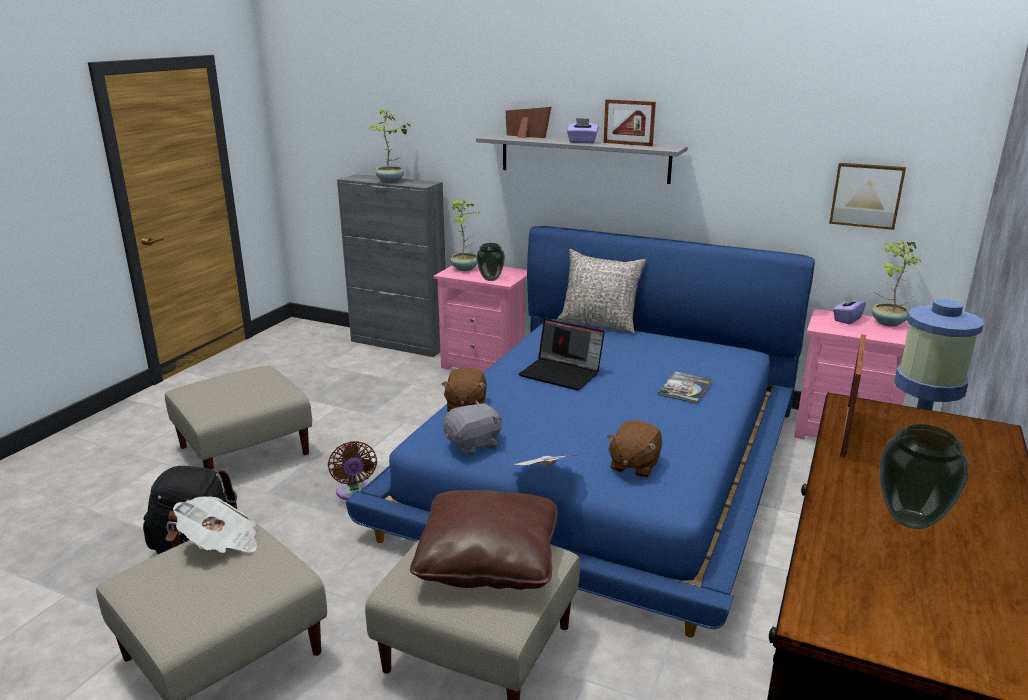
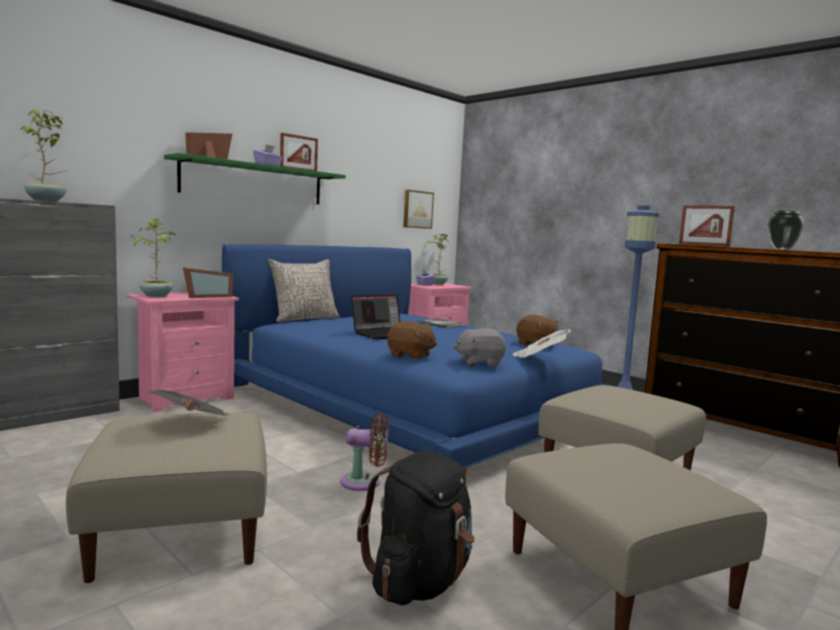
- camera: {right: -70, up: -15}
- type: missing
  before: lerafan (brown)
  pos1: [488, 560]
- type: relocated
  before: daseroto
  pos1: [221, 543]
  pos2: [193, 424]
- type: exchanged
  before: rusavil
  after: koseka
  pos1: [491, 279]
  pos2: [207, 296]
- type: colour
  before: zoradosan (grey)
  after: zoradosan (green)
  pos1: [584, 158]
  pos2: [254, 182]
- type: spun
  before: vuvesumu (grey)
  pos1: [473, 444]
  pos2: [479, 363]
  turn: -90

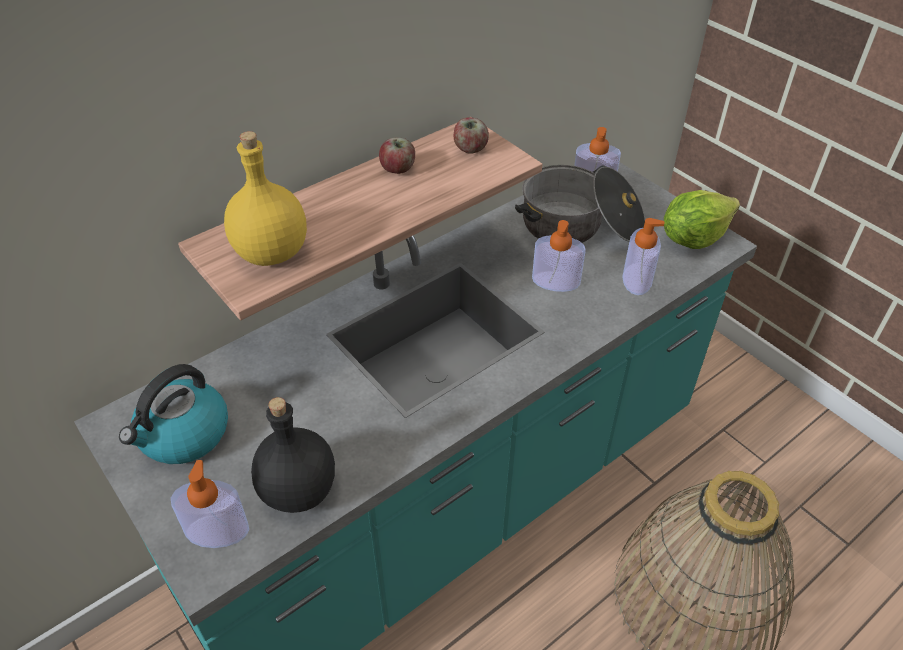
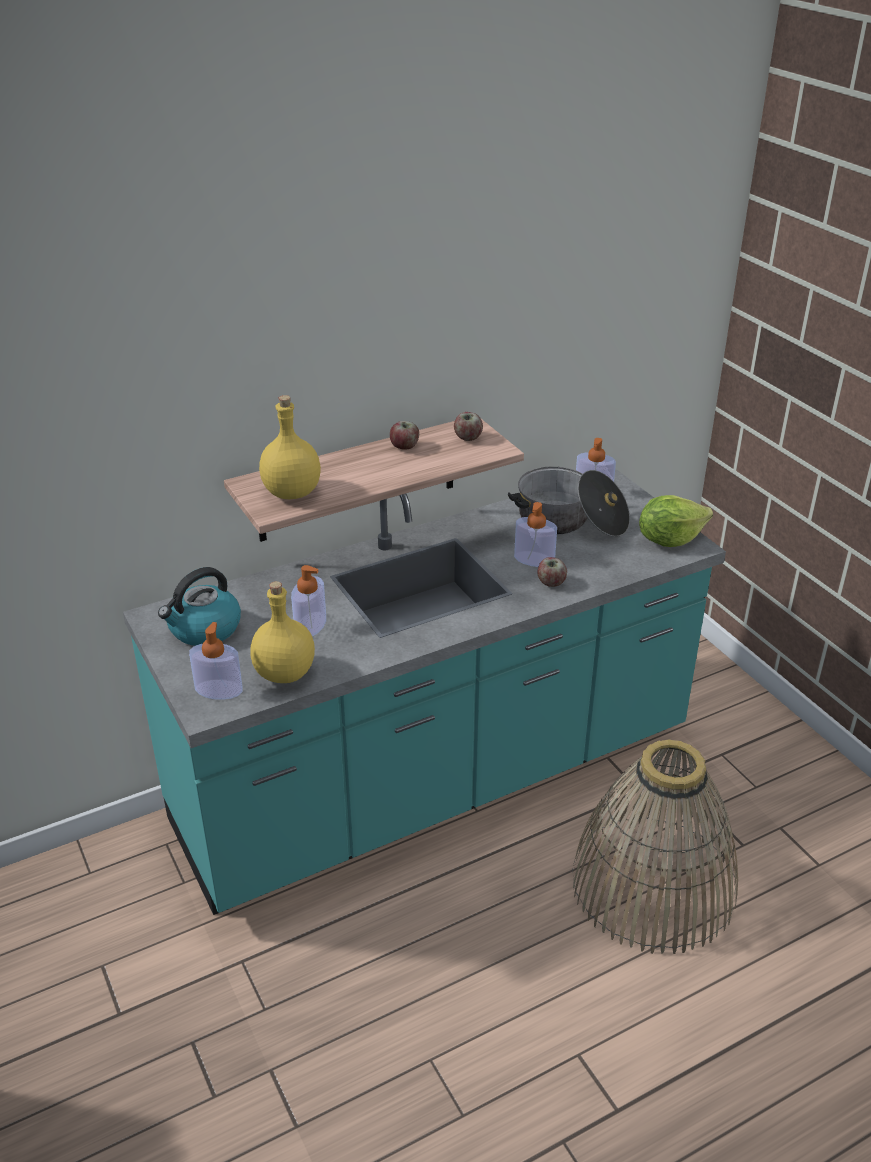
- camera: {right: 10, up: -10}
- type: appeared
  after: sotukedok
  pos2: [551, 583]
- type: relocated
  before: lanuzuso
  pos1: [637, 279]
  pos2: [310, 625]
- type: colour
  before: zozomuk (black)
  after: zozomuk (yellow)
  pos1: [297, 490]
  pos2: [284, 673]

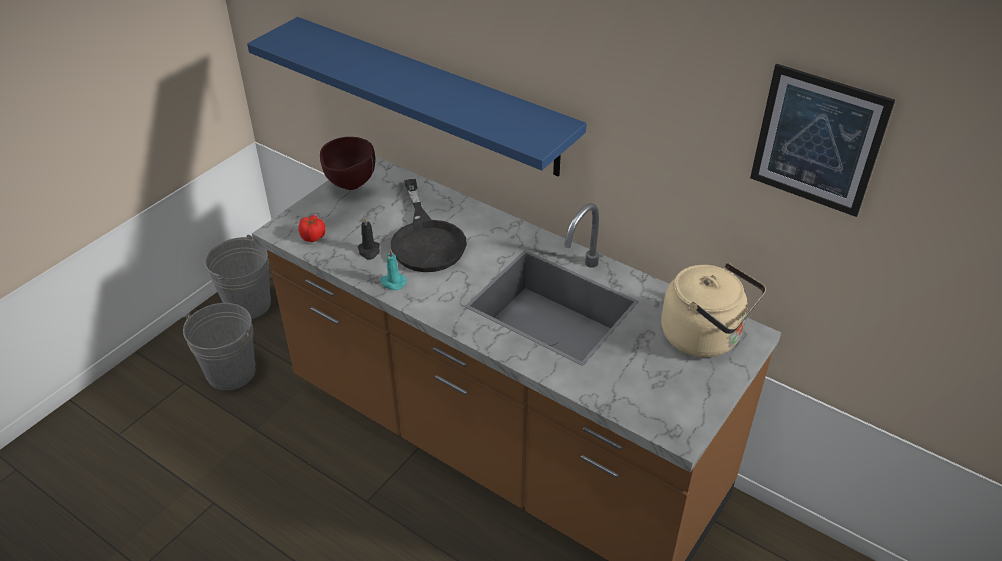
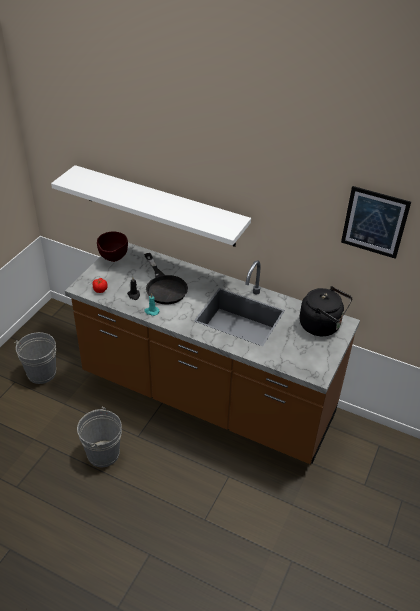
- camera: {right: -10, up: 0}
- type: relocated
  before: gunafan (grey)
  pos1: [248, 304]
  pos2: [103, 453]
- type: colour
  before: zoradosan (blue)
  after: zoradosan (white)
  pos1: [431, 95]
  pos2: [159, 206]
- type: colour
  before: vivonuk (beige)
  after: vivonuk (black)
  pos1: [705, 337]
  pos2: [322, 326]

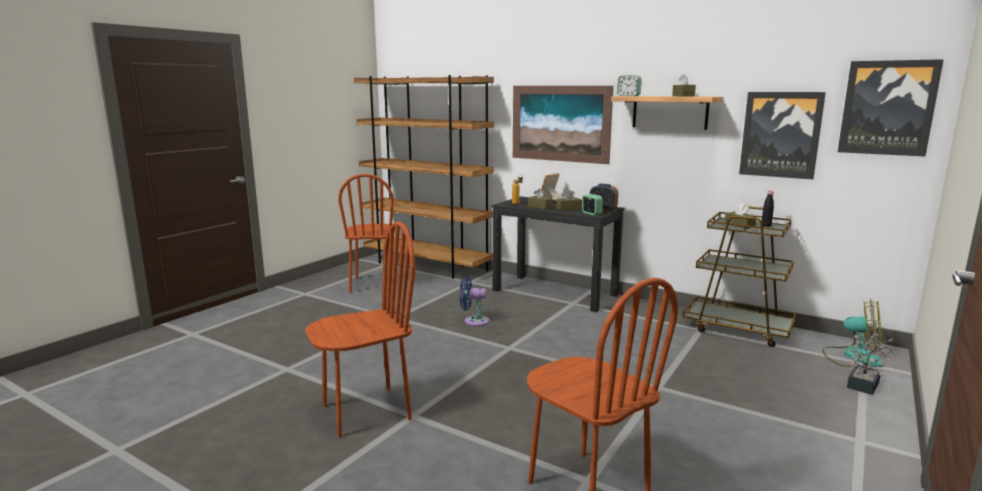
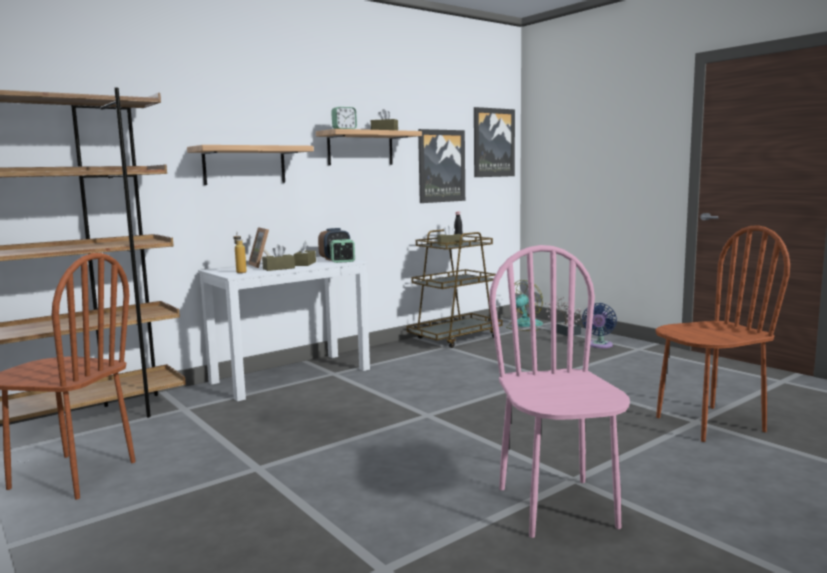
- camera: {right: -70, up: -5}
- type: relocated
  before: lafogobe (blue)
  pos1: [474, 321]
  pos2: [599, 345]
- type: exchanged
  before: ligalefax
  after: zoradosan
  pos1: [560, 123]
  pos2: [244, 165]
- type: colour
  before: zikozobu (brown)
  after: zikozobu (pink)
  pos1: [366, 412]
  pos2: [558, 507]
- type: colour
  before: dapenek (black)
  after: dapenek (white)
  pos1: [555, 292]
  pos2: [291, 375]

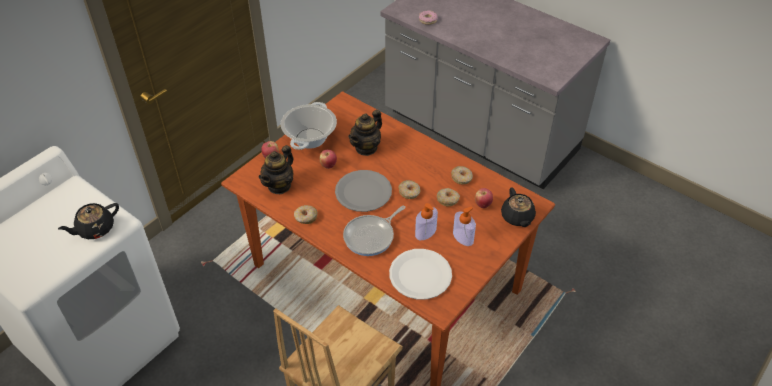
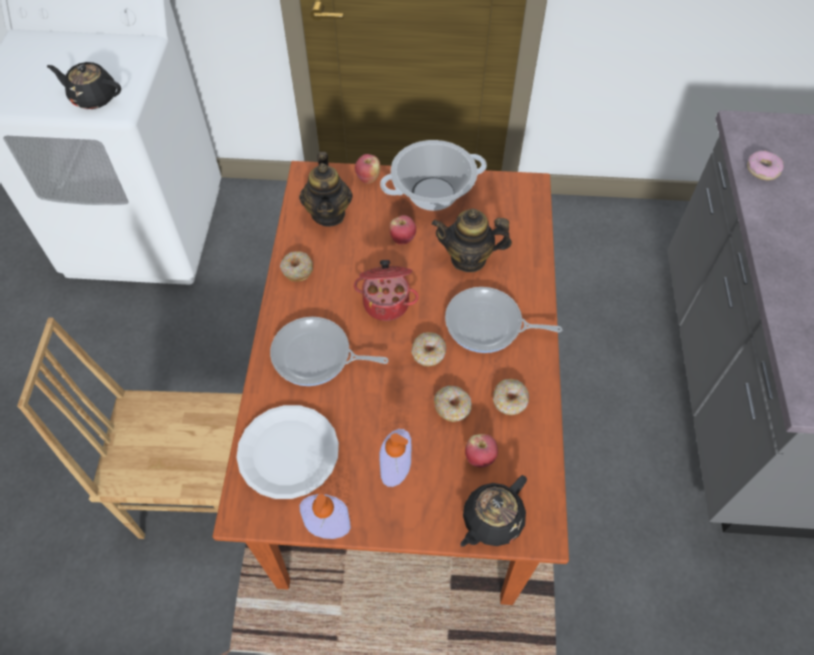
- camera: {right: 55, up: 10}
- type: appeared
  after: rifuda
  pos2: [488, 325]
- type: relocated
  before: lanuzuso
  pos1: [425, 232]
  pos2: [327, 524]
- type: exchanged
  before: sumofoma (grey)
  after: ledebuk
  pos1: [363, 192]
  pos2: [386, 302]
- type: spun
  before: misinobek
  pos1: [279, 185]
  pos2: [328, 213]
  turn: -90

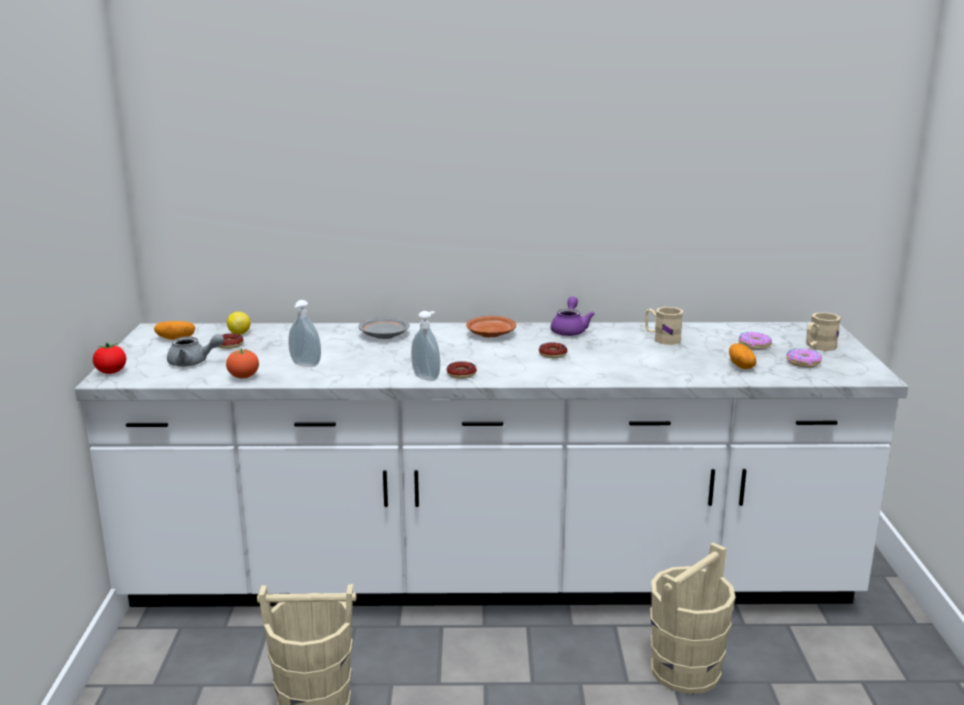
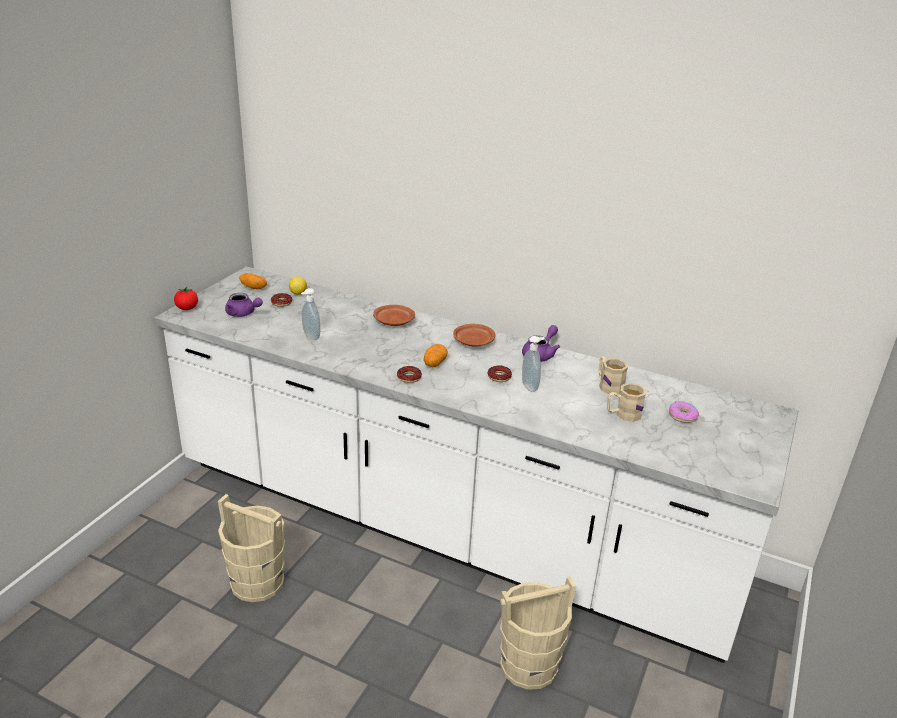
- camera: {right: 25, up: 10}
- type: missing
  before: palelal
  pos1: [243, 377]
- type: missing
  before: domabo
  pos1: [803, 363]
- type: relocated
  before: lanuzuso
  pos1: [427, 377]
  pos2: [531, 386]
- type: relocated
  before: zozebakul
  pos1: [741, 366]
  pos2: [434, 363]
- type: relocated
  before: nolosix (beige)
  pos1: [818, 347]
  pos2: [623, 414]
- type: colour
  before: misinobek (grey)
  after: misinobek (purple)
  pos1: [193, 363]
  pos2: [243, 314]
- type: colour
  before: sumofoma (grey)
  after: sumofoma (brown)
  pos1: [383, 335]
  pos2: [393, 321]

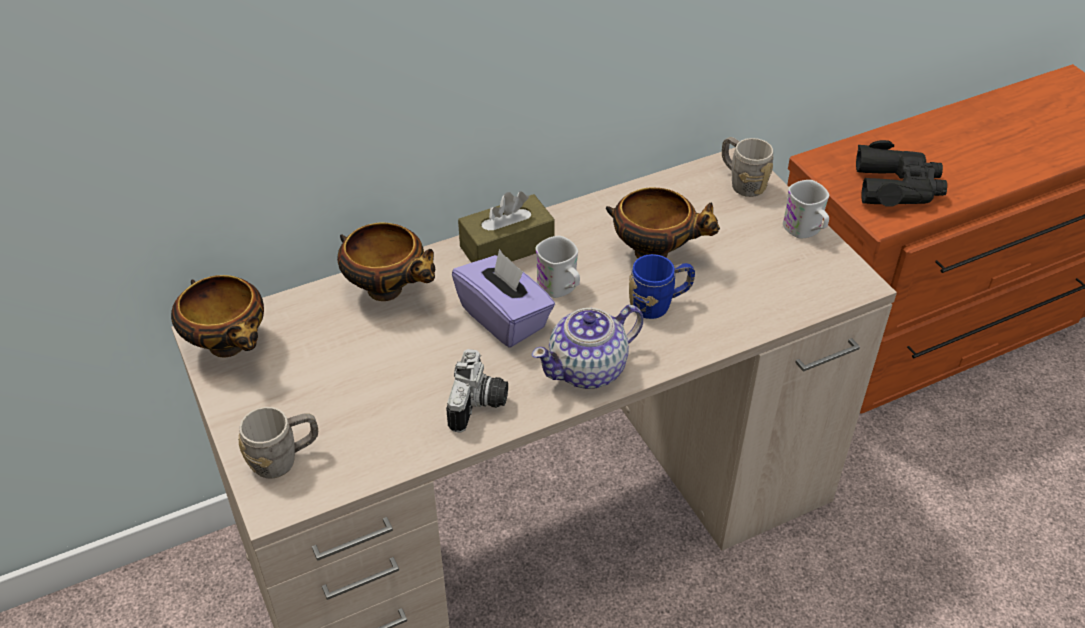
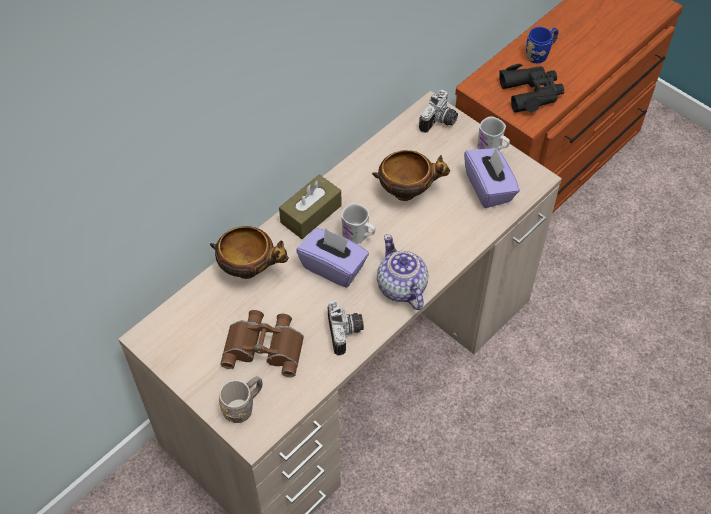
- camera: {right: -20, up: 10}
- type: missing
  before: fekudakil
  pos1: [230, 346]
- type: appeared
  after: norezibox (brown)
  pos2: [265, 346]
- type: appeared
  after: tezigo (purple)
  pos2: [489, 188]
- type: relocated
  before: nolosix (blue)
  pos1: [659, 304]
  pos2: [540, 54]
- type: exchanged
  before: nolosix (grey)
  after: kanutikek
  pos1: [742, 182]
  pos2: [440, 122]
- type: spun
  before: misinobek
  pos1: [589, 369]
  pos2: [401, 287]
  turn: 120

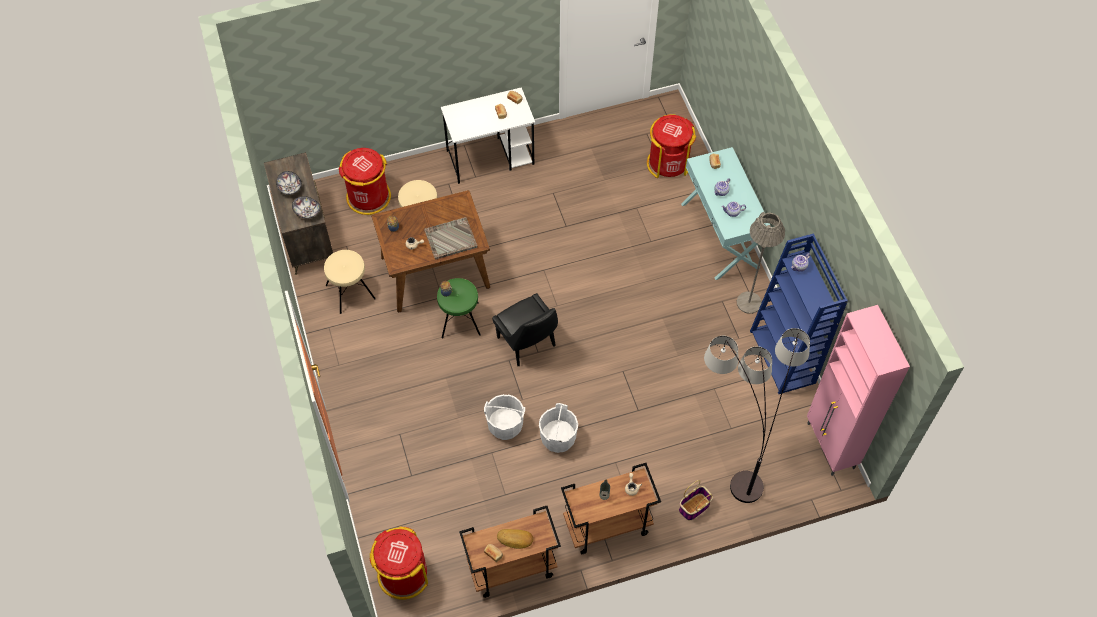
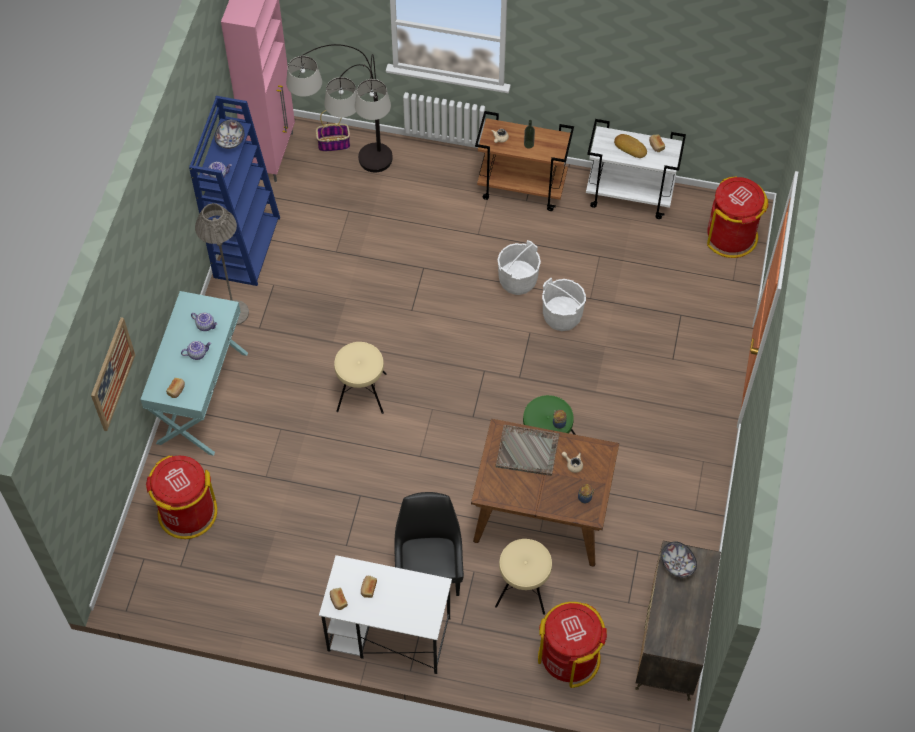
- camera: {right: -150, up: 0}
- type: appeared
  after: ligalefax
  pos2: [112, 374]
- type: relocated
  before: fekudakil
  pos1: [290, 188]
  pos2: [230, 141]
- type: relocated
  before: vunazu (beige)
  pos1: [350, 291]
  pos2: [362, 392]
- type: relocated
  before: zikozobu (black)
  pos1: [527, 343]
  pos2: [429, 571]
- type: relocated
  before: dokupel
  pos1: [694, 507]
  pos2: [334, 144]
- type: colour
  before: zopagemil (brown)
  after: zopagemil (white)
  pos1: [511, 568]
  pos2: [630, 195]

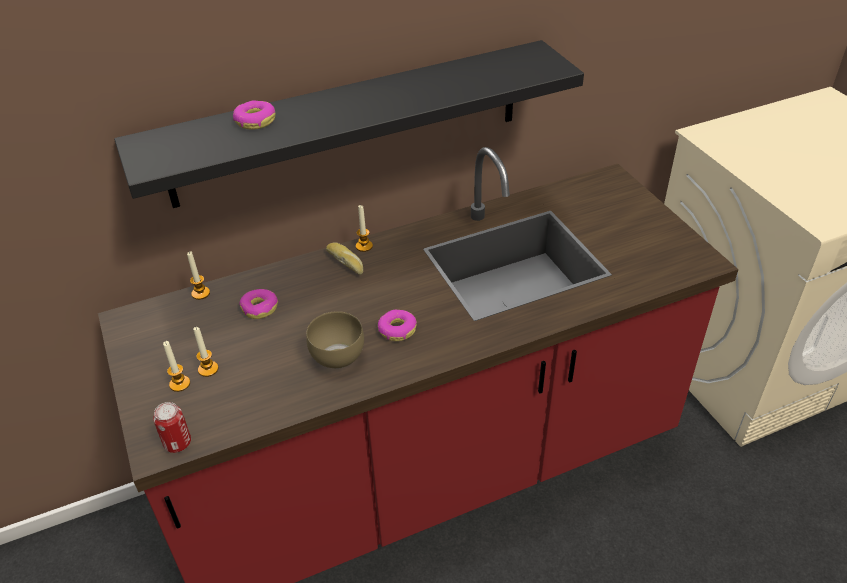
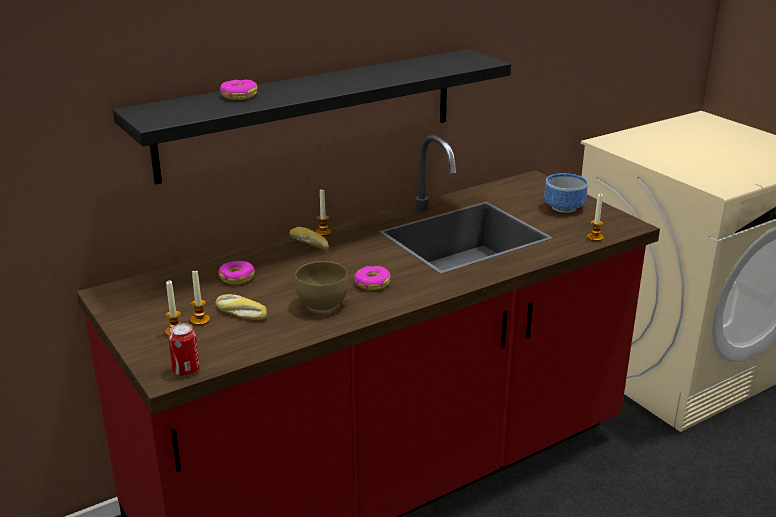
- camera: {right: -10, up: -15}
- type: appeared
  after: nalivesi
  pos2: [240, 313]
- type: appeared
  after: fekudakil
  pos2: [562, 208]
- type: relocated
  before: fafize
  pos1: [200, 293]
  pos2: [595, 237]

